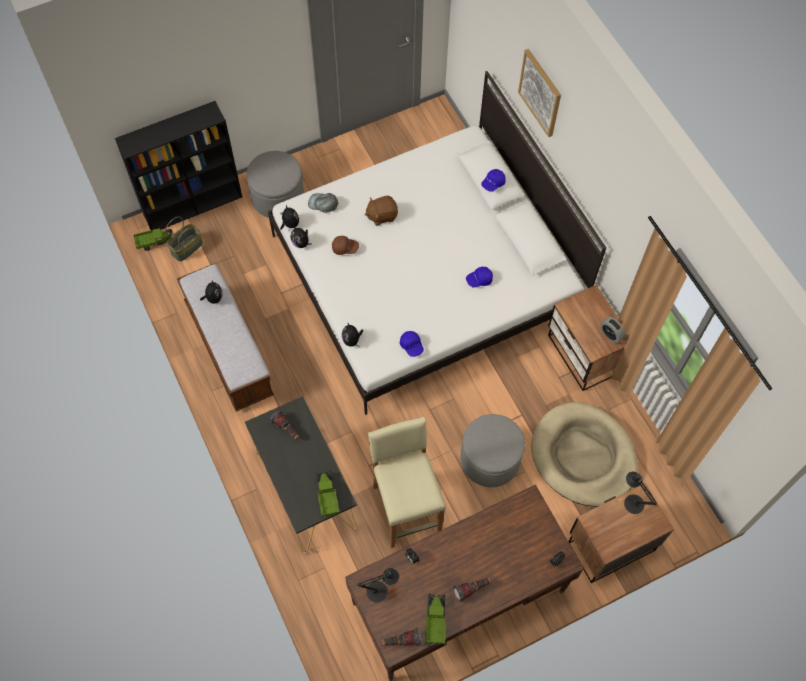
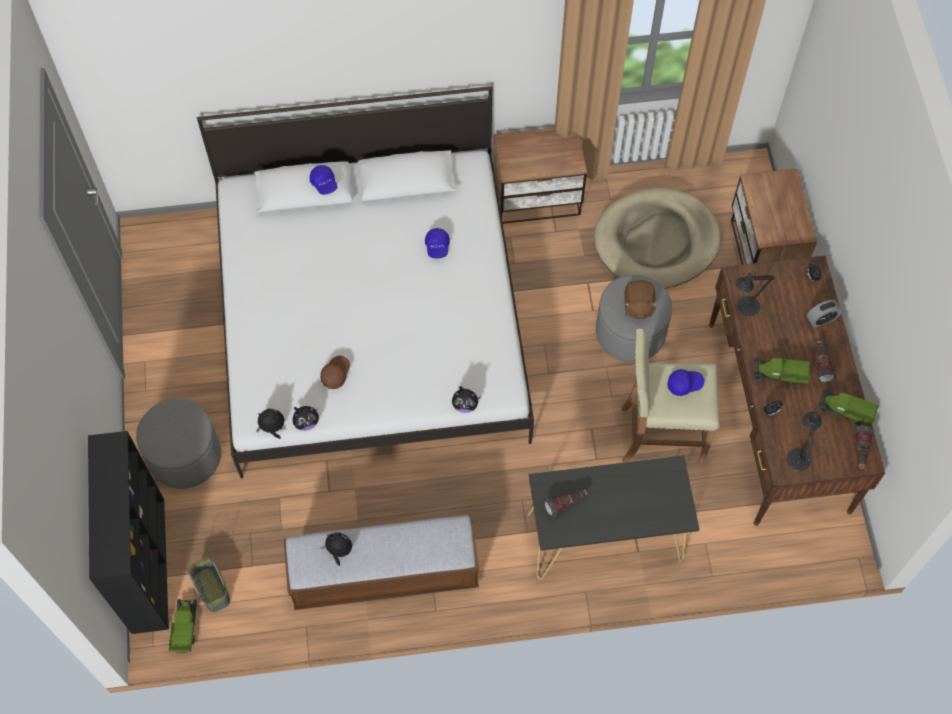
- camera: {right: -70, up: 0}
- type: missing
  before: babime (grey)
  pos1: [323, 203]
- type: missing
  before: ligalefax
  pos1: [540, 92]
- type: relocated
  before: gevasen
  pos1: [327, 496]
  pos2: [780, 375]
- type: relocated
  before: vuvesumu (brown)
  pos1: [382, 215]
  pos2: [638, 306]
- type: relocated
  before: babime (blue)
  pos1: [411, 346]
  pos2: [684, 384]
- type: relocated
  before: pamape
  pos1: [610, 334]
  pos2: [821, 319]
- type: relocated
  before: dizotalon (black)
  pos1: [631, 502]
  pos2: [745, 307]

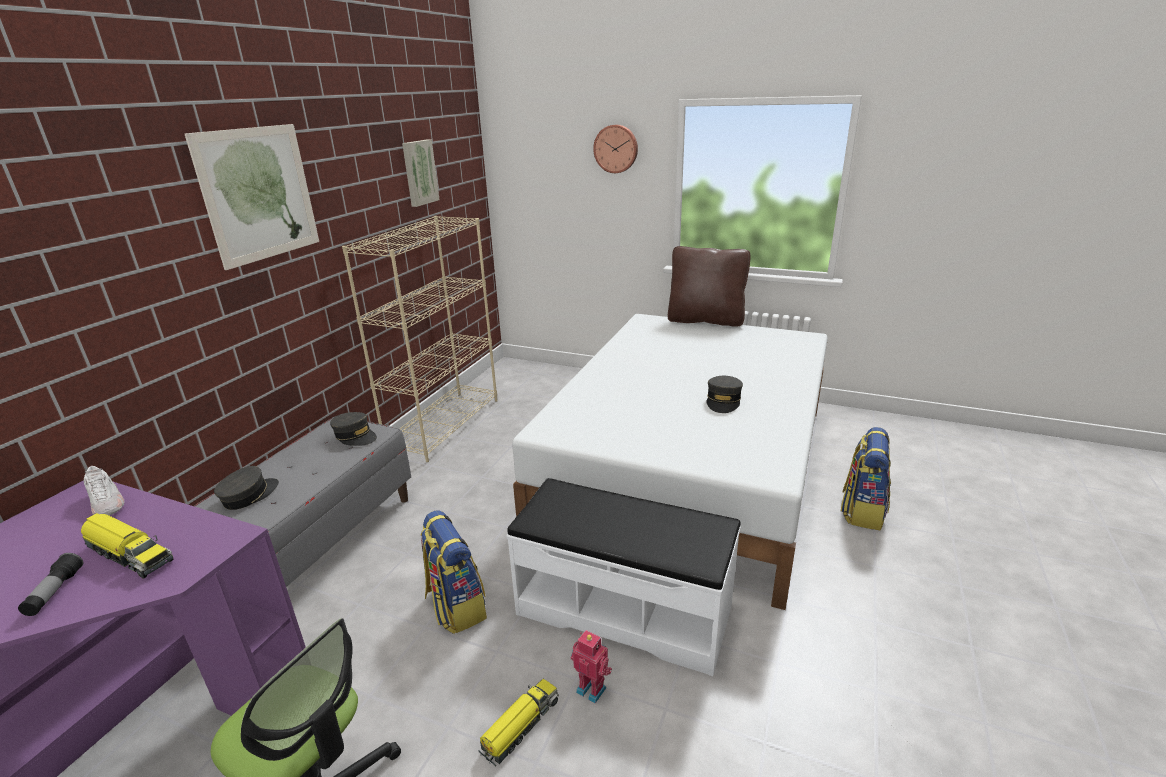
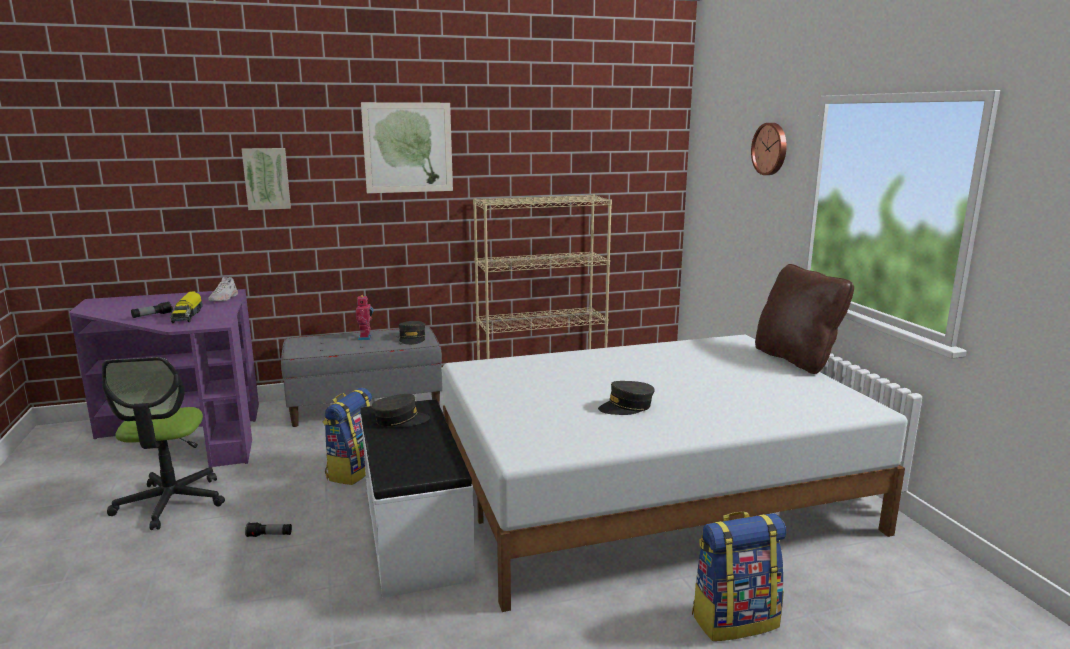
- camera: {right: 50, up: -10}
- type: relocated
  before: babime (grey)
  pos1: [249, 495]
  pos2: [400, 420]
- type: relocated
  before: ligalefax
  pos1: [419, 172]
  pos2: [266, 178]
- type: relocated
  before: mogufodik
  pos1: [592, 688]
  pos2: [366, 338]
- type: exchanged
  before: gevasen
  after: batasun
  pos1: [520, 726]
  pos2: [269, 535]

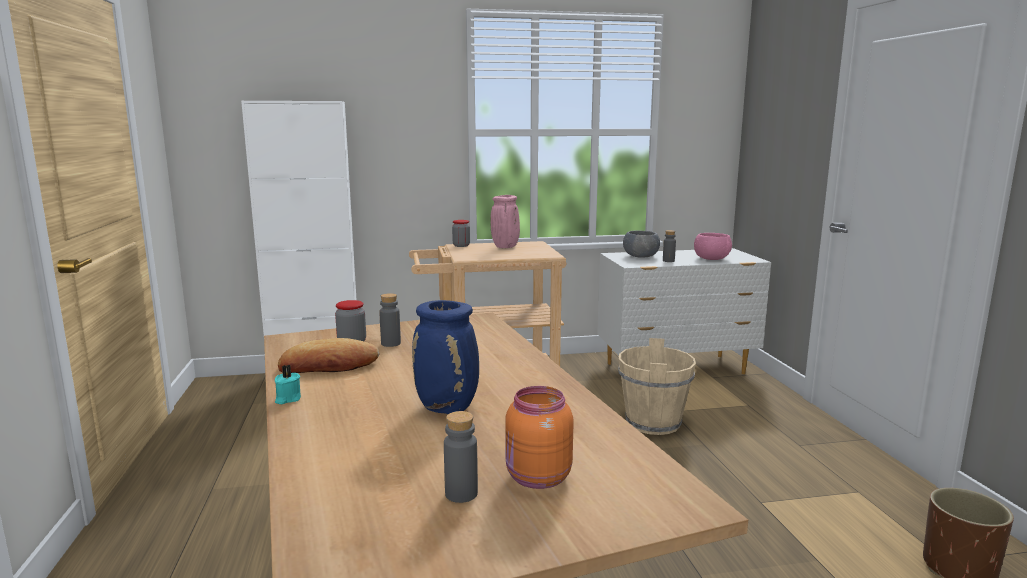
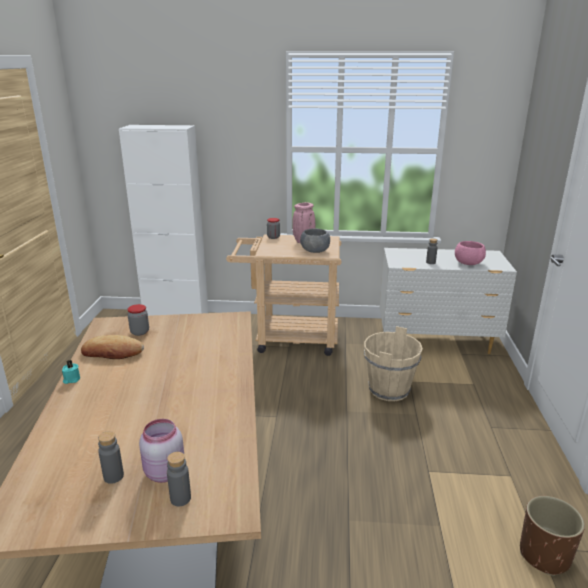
- camera: {right: 15, up: 10}
- type: missing
  before: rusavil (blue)
  pos1: [448, 408]
- type: relocated
  before: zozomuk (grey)
  pos1: [390, 343]
  pos2: [180, 498]
- type: relocated
  before: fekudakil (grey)
  pos1: [640, 256]
  pos2: [315, 251]
- type: colour
  before: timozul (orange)
  after: timozul (pink)
  pos1: [537, 478]
  pos2: [163, 473]

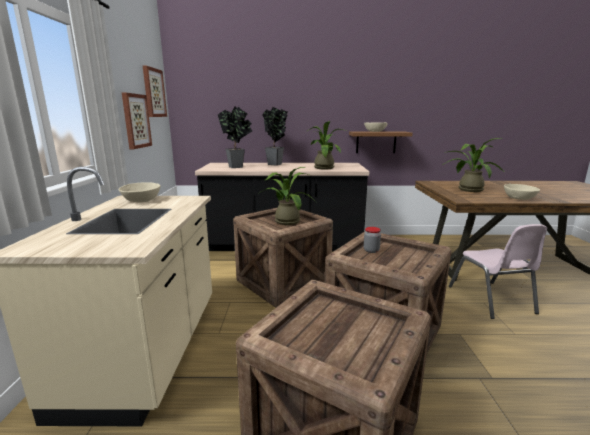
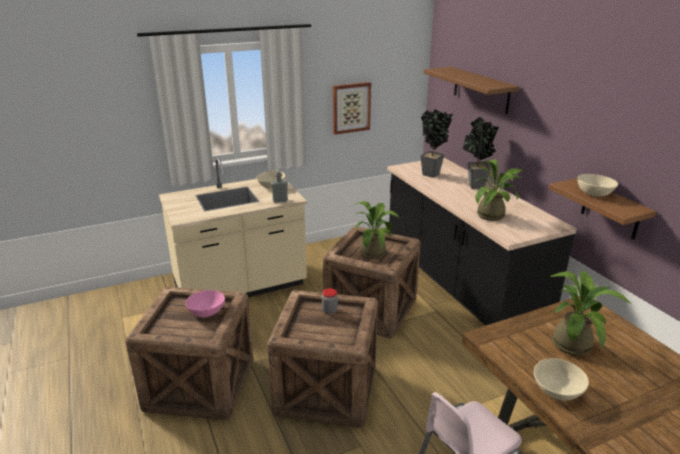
- camera: {right: 65, up: 10}
- type: missing
  before: ligalefax
  pos1: [153, 93]
- type: appeared
  after: fekudakil (pink)
  pos2: [206, 311]
- type: appeared
  after: zozomuk (grey)
  pos2: [280, 200]
- type: appeared
  after: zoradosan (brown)
  pos2: [481, 90]

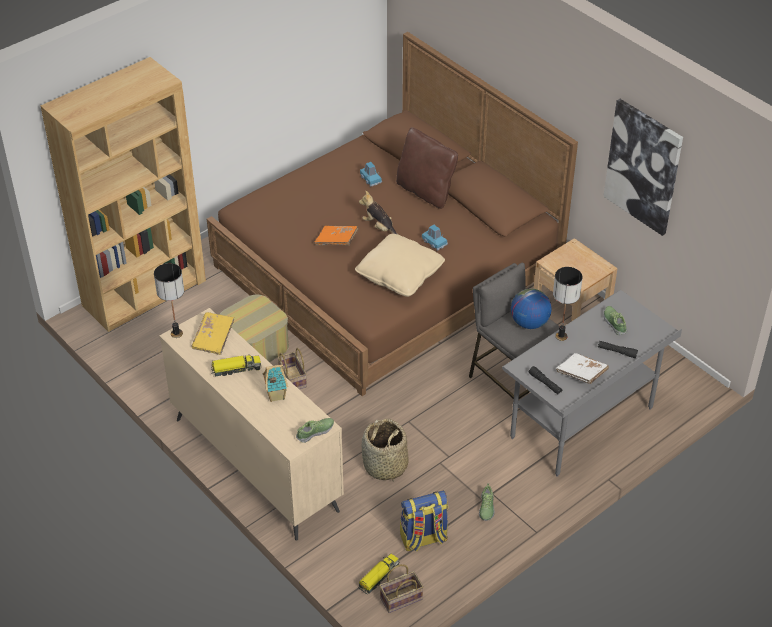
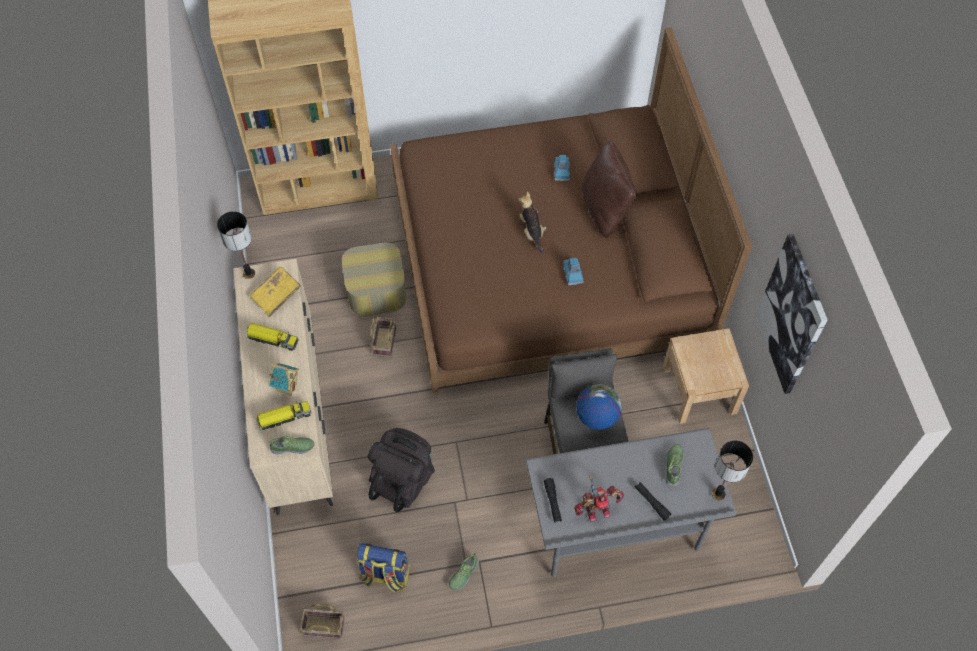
- camera: {right: 30, up: 15}
- type: missing
  before: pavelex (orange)
  pos1: [337, 241]
- type: missing
  before: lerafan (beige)
  pos1: [399, 275]
- type: relocated
  before: gevasen
  pos1: [378, 577]
  pos2: [284, 417]
- type: relocated
  before: dizotalon
  pos1: [561, 336]
  pos2: [718, 494]
- type: exchanged
  before: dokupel
  after: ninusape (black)
  pos1: [385, 466]
  pos2: [403, 479]
- type: exchanged
  before: pavelex (white)
  after: mogufodik
  pos1: [581, 374]
  pos2: [597, 510]

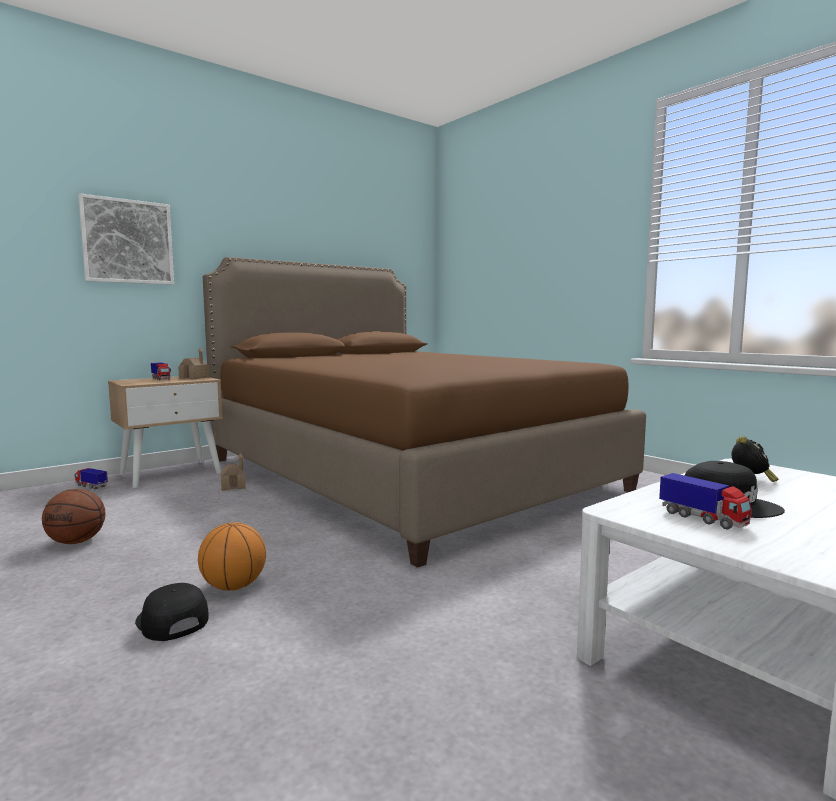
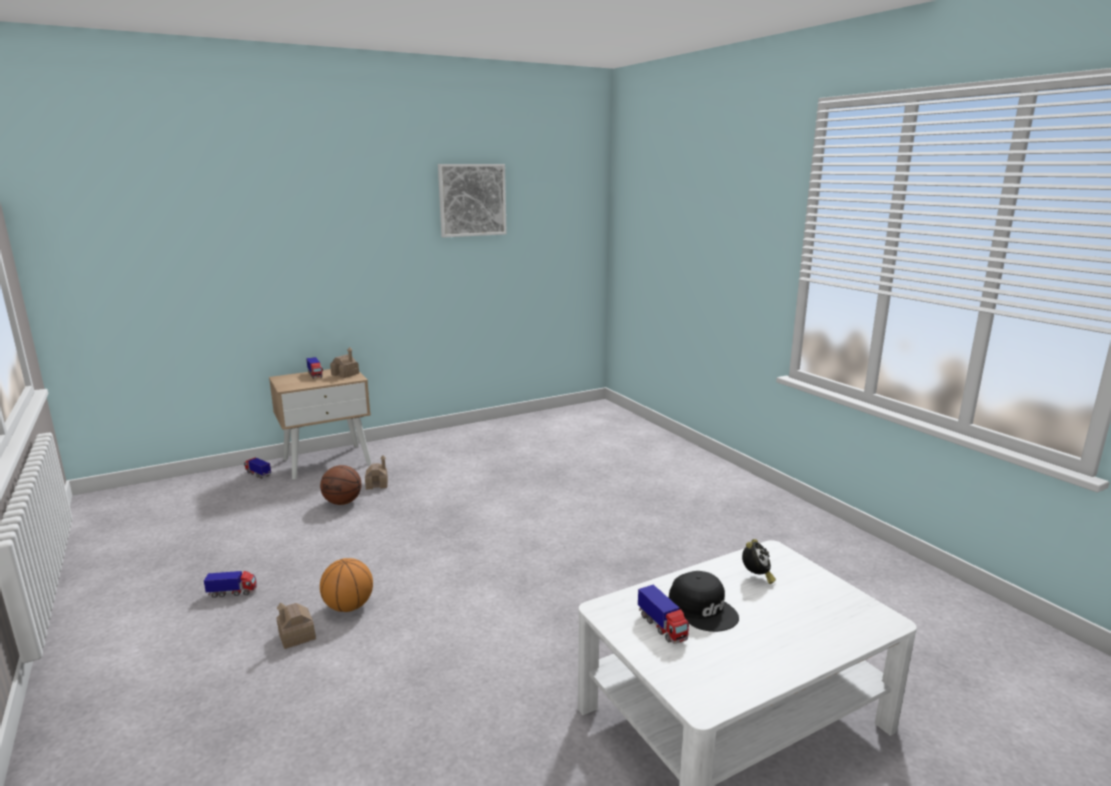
- camera: {right: 10, up: 10}
- type: missing
  before: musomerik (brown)
  pos1: [404, 474]
- type: appeared
  after: gevasen
  pos2: [232, 592]
- type: relocated
  before: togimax
  pos1: [77, 542]
  pos2: [343, 502]
- type: relocated
  before: ligalefax
  pos1: [127, 242]
  pos2: [472, 200]
- type: exchanged
  before: babime (black)
  after: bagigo
  pos1: [171, 620]
  pos2: [297, 636]

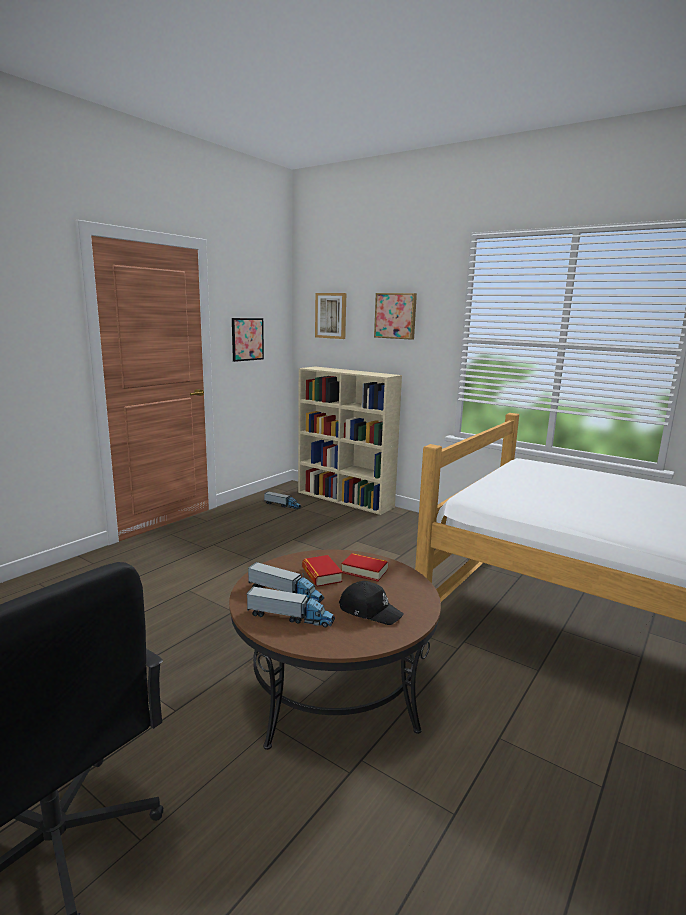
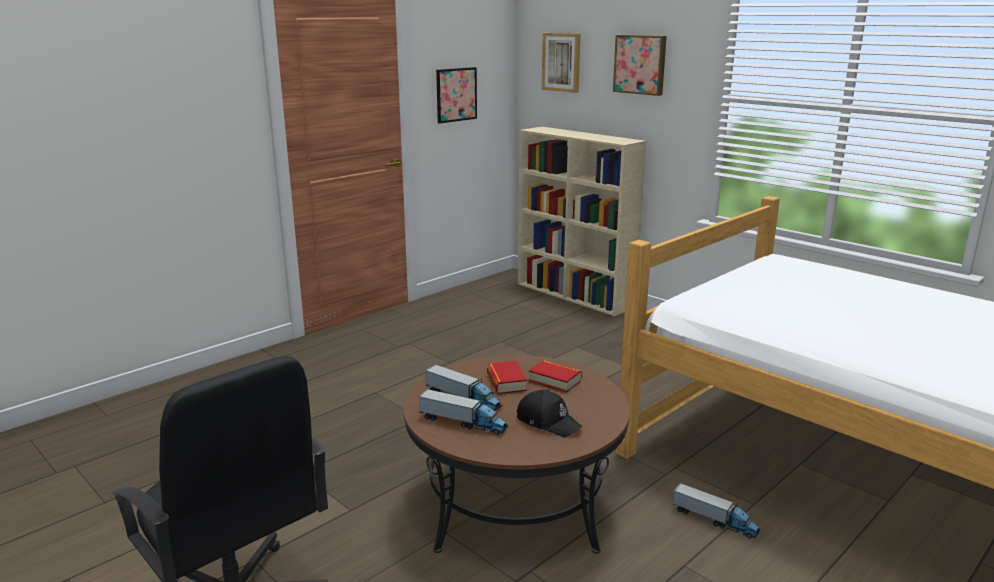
- camera: {right: 10, up: 5}
- type: relocated
  before: gevasen
  pos1: [282, 505]
  pos2: [714, 520]

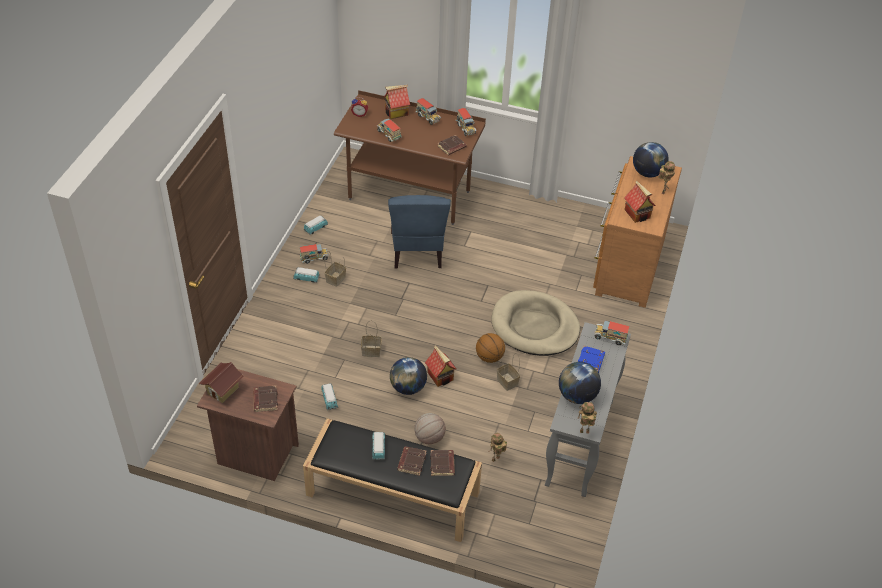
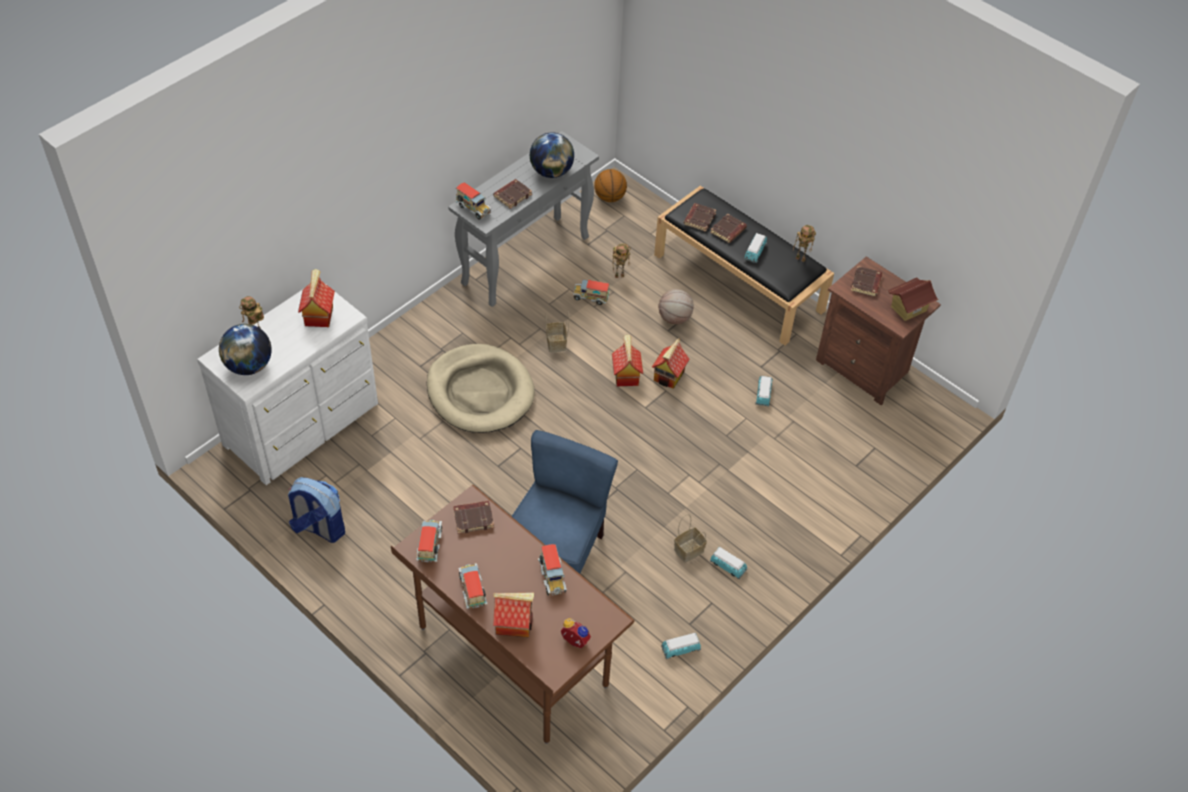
- camera: {right: -155, up: 5}
- type: missing
  before: dokupel
  pos1: [370, 351]
- type: appeared
  after: ninusape
  pos2: [319, 528]
- type: relocated
  before: gevasen
  pos1: [314, 259]
  pos2: [590, 298]
- type: relocated
  before: togimax
  pos1: [489, 357]
  pos2: [609, 197]
- type: relocated
  before: mogufodik
  pos1: [583, 432]
  pos2: [801, 258]
- type: exchanged
  before: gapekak
  after: bagigo
  pos1: [408, 387]
  pos2: [669, 376]
- type: colour
  before: pavelex (blue)
  after: pavelex (brown)
  pos1: [590, 361]
  pos2: [512, 195]
- type: colour
  before: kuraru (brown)
  after: kuraru (white)
  pos1: [627, 266]
  pos2: [304, 425]

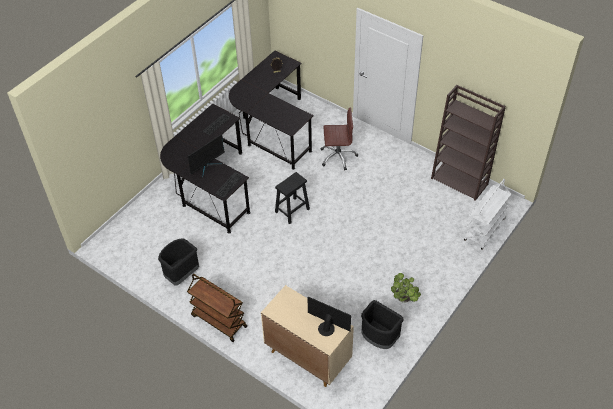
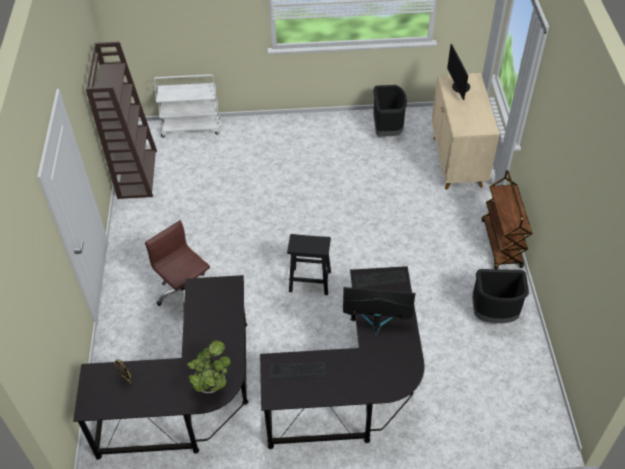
- camera: {right: -130, up: 0}
- type: relocated
  before: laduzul
  pos1: [404, 299]
  pos2: [211, 383]

